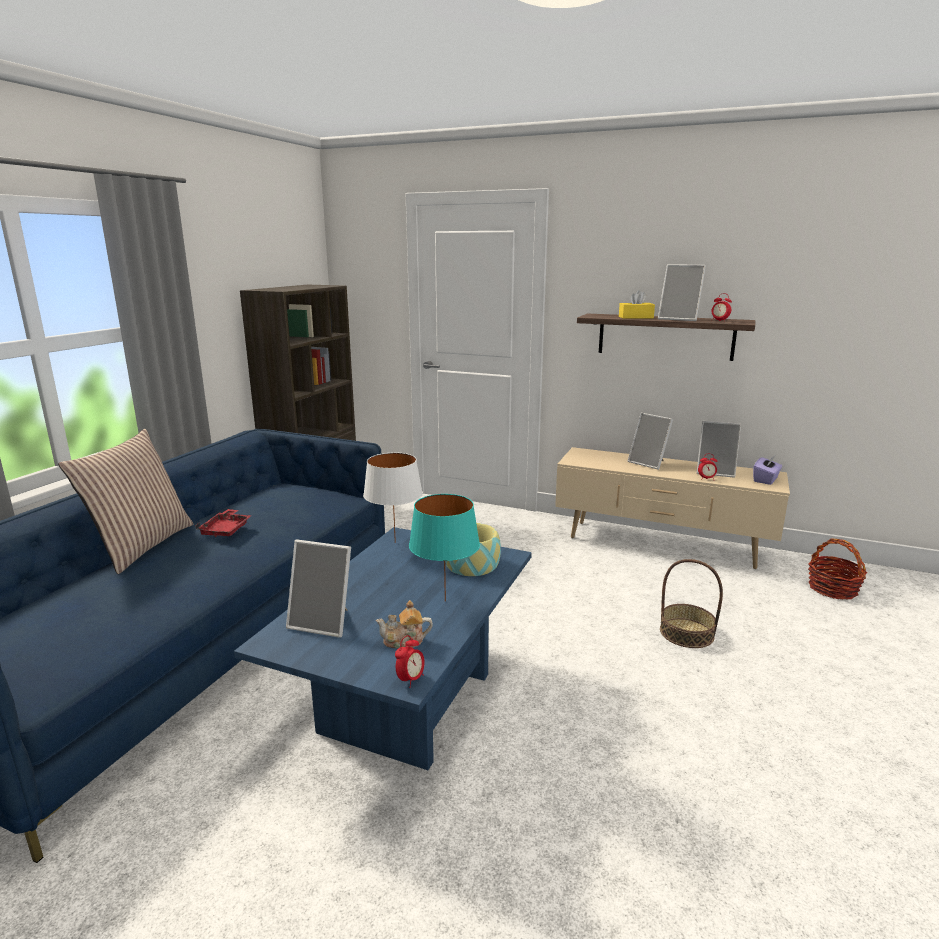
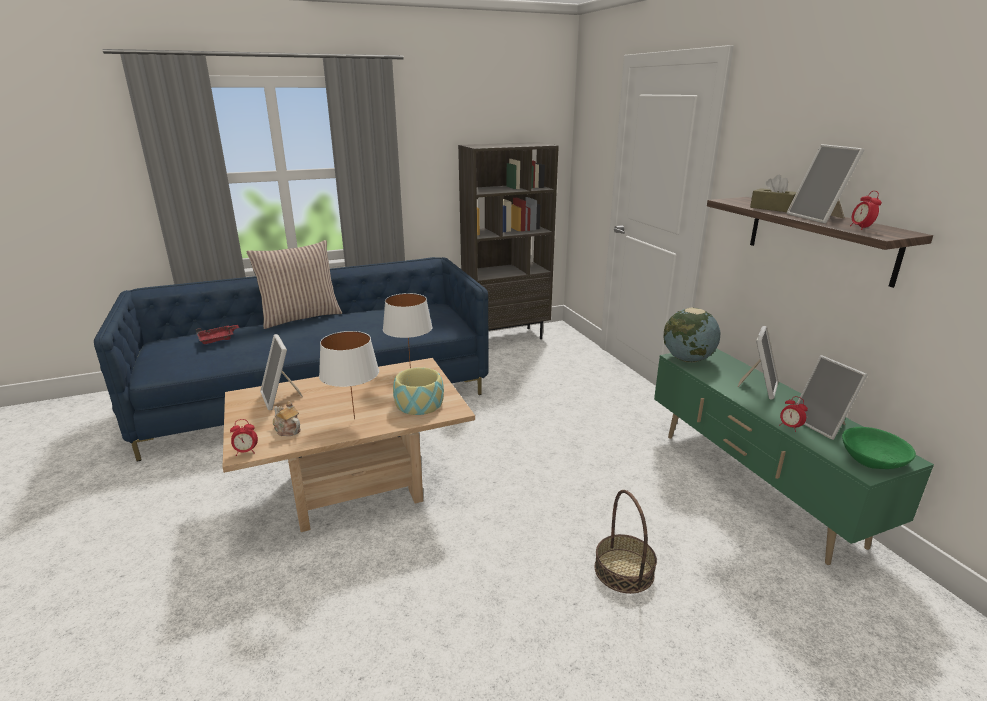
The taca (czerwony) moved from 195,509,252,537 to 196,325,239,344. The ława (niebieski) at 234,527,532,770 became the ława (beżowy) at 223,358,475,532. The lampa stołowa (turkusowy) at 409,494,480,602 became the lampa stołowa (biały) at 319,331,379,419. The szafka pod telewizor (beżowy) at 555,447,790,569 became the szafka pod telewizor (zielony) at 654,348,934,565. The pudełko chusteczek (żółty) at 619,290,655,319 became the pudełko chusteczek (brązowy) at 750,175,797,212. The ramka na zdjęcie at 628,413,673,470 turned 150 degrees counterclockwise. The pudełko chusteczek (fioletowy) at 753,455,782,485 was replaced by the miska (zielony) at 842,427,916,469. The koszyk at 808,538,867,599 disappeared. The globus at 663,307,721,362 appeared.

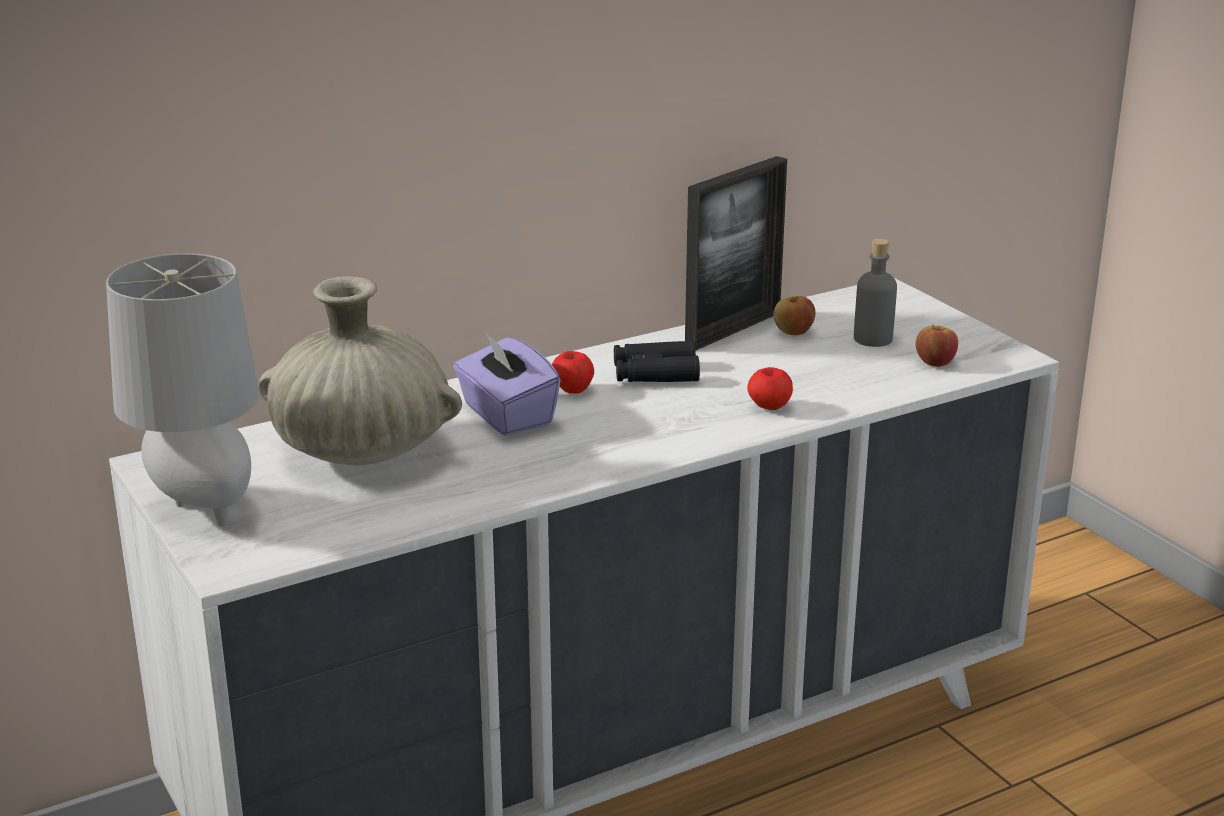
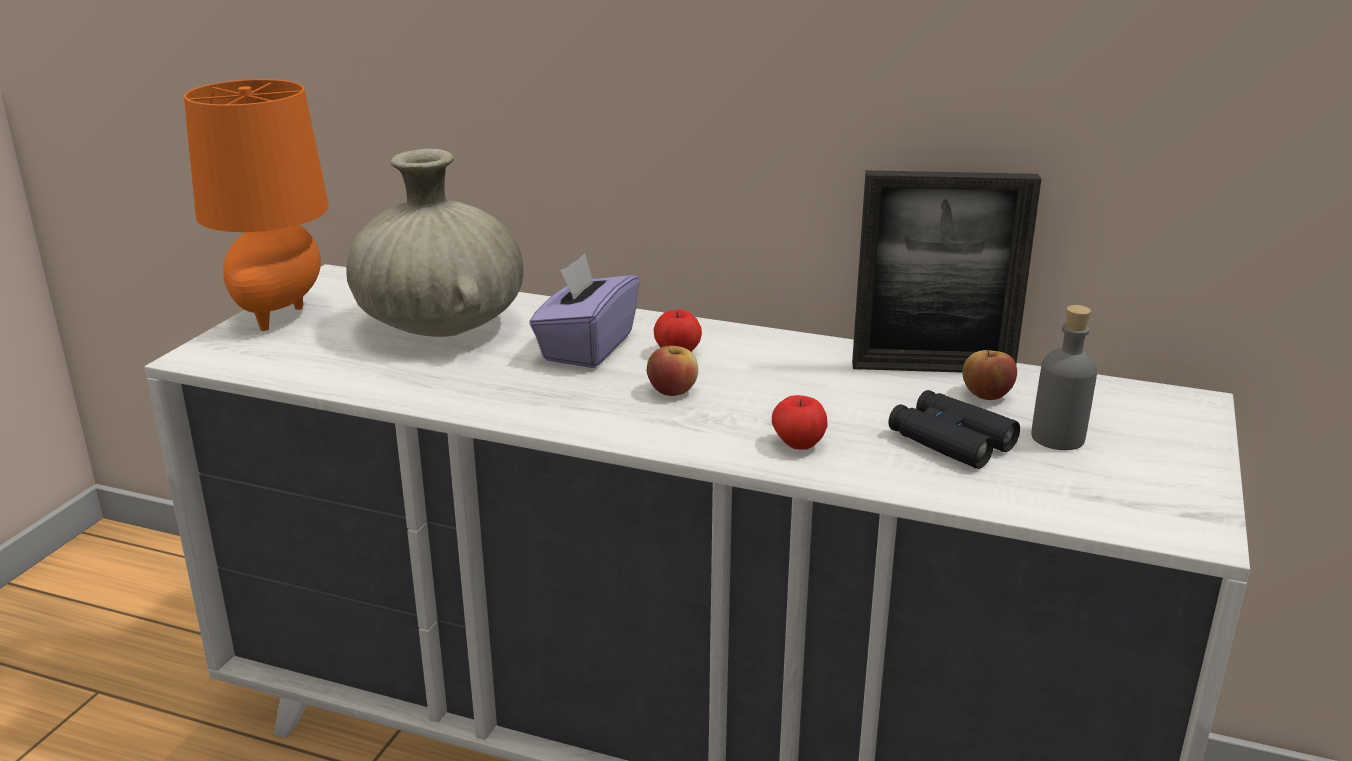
The lampa stołowa (szary) at 106,253,259,526 became the lampa stołowa (pomarańczowy) at 184,79,329,331. The lornetka (czarny) moved from 614,341,700,382 to 888,390,1020,469. The jabłko moved from 916,325,958,367 to 647,342,698,396.

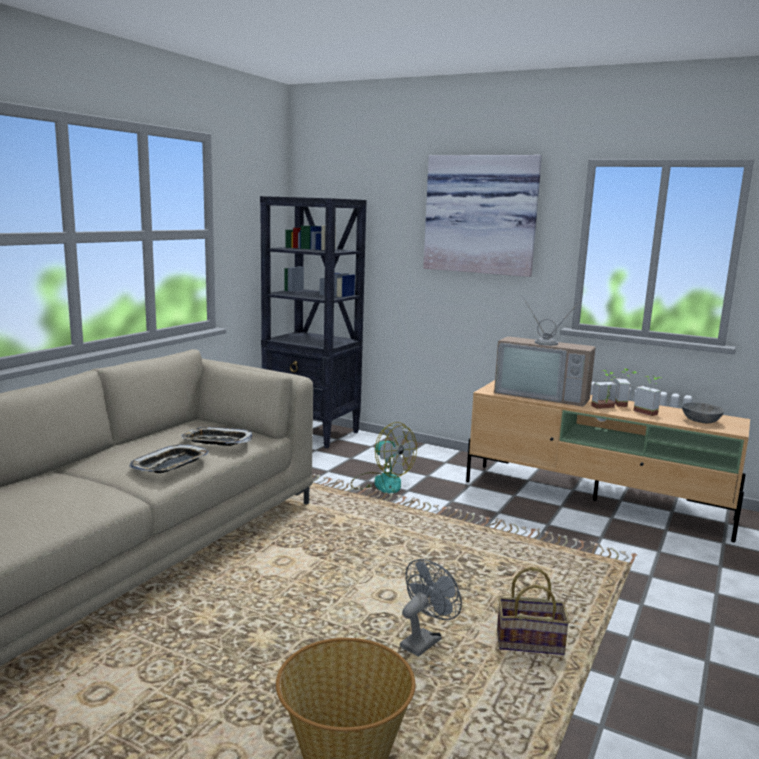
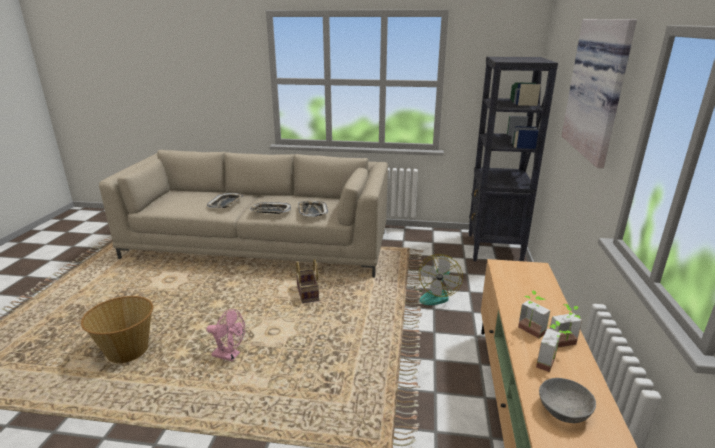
The wentylator (szary) at 400,559,462,657 became the wentylator (różowy) at 207,309,245,361. The telewizor at 494,296,596,406 disappeared. The koszyk moved from 497,567,570,655 to 296,259,319,303. The taca at 207,193,243,208 appeared.

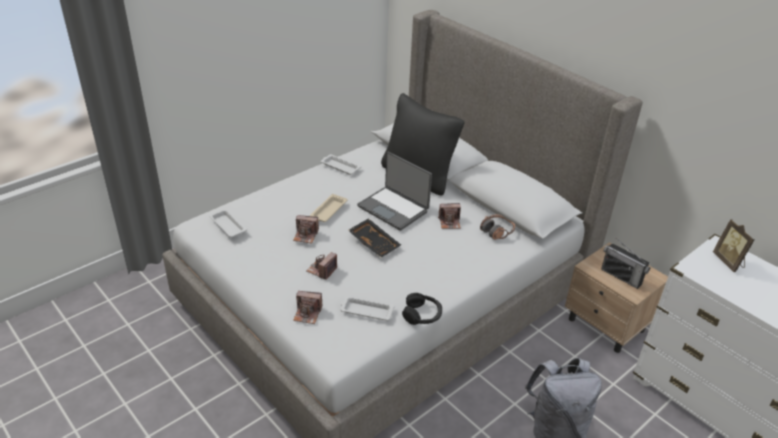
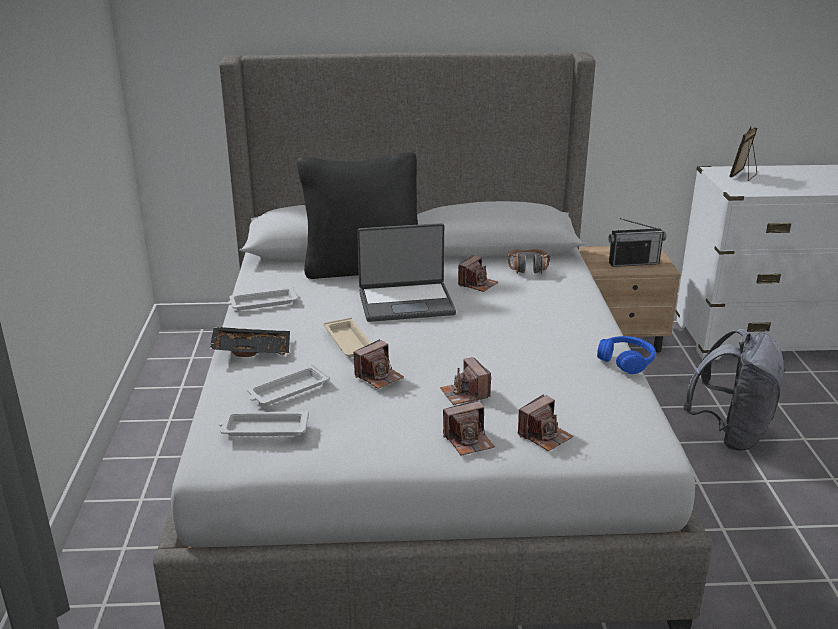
The taca (biały) moved from 340,296,395,321 to 247,364,330,405. The taca (czarny) moved from 348,218,401,258 to 210,327,290,357. The słuchawki (czarny) at 402,293,442,325 became the słuchawki (niebieski) at 597,336,656,374. The ramka na zdjęcie at 713,219,755,272 turned 105 degrees clockwise. The aparat fotograficzny at 443,400,495,456 appeared.

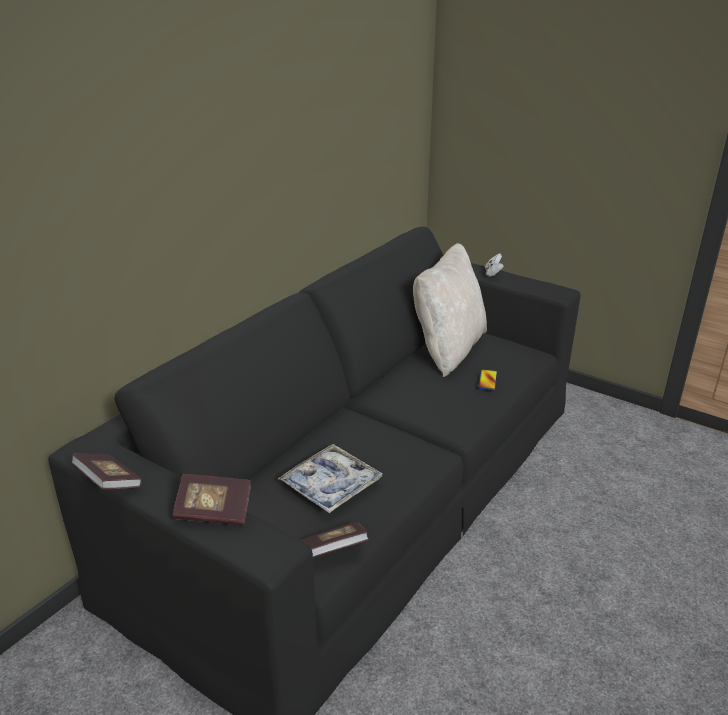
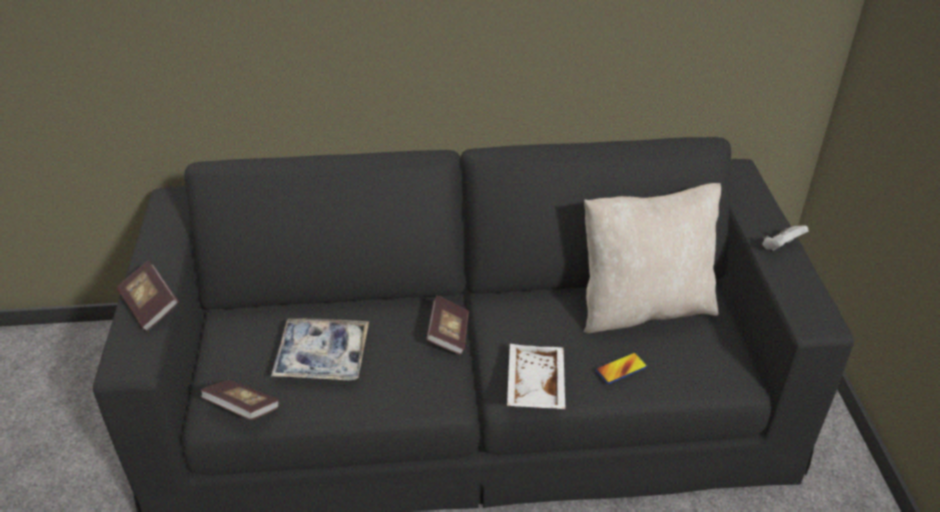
The książka moved from 71,454,142,489 to 426,295,469,355. The taca (biały) at 507,344,565,409 appeared.

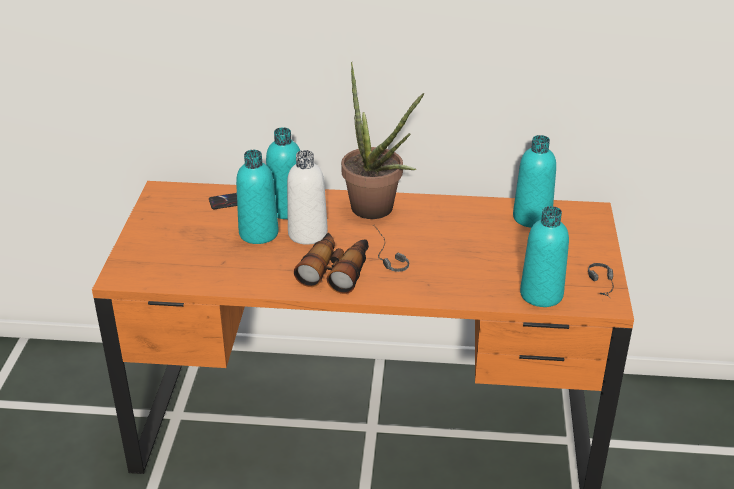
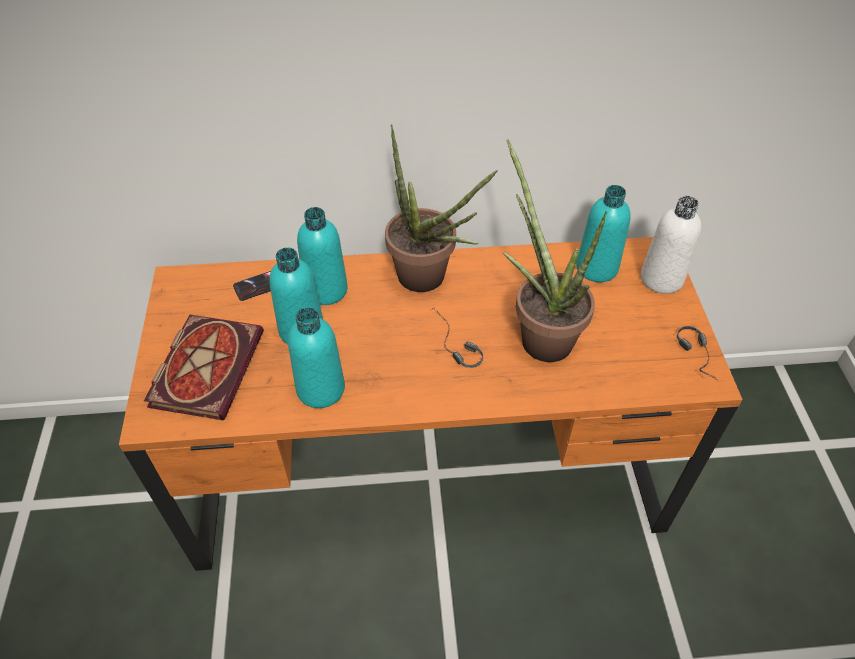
The butelka (biały) moved from 287,150,328,245 to 641,196,701,294. The lornetka at 294,233,369,294 disappeared. The butelka (turkusowy) moved from 520,206,569,307 to 288,307,345,408. The książka at 144,314,264,420 appeared. The roślina doniczkowa at 503,140,607,362 appeared.

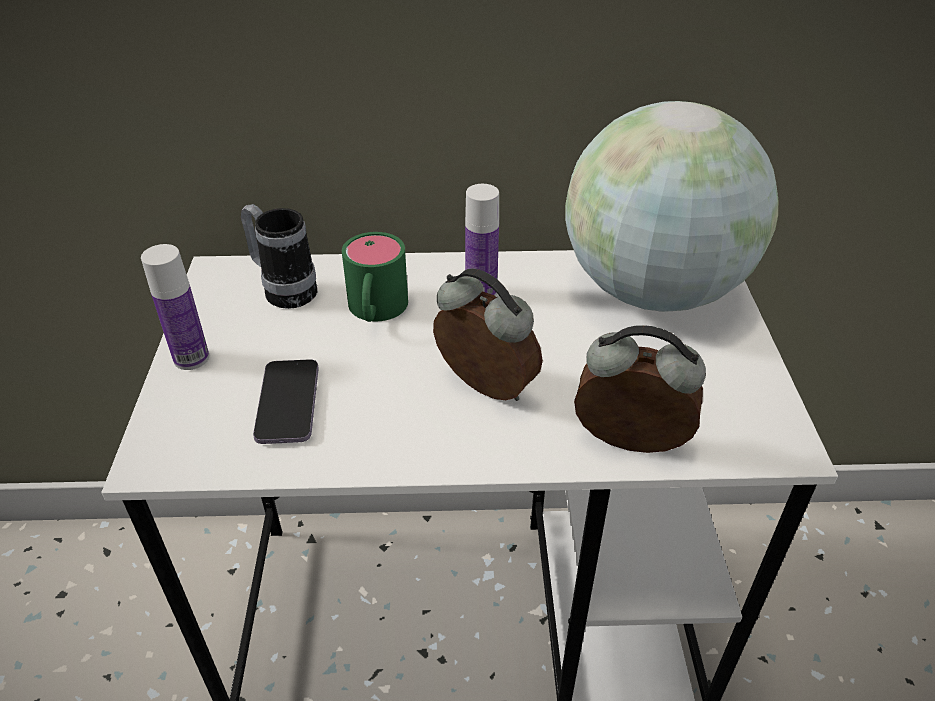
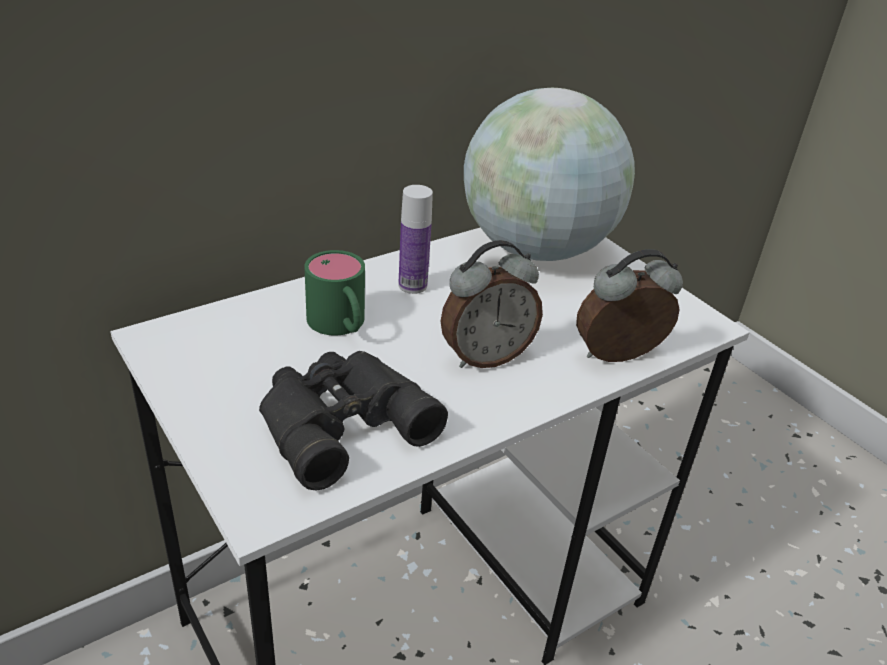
The butelka at 141,244,209,370 disappeared. The kubek at 241,204,317,309 disappeared. The telefon at 253,359,319,444 was replaced by the lornetka (czarny) at 259,351,448,491. The budzik at 433,268,543,401 turned 150 degrees clockwise.

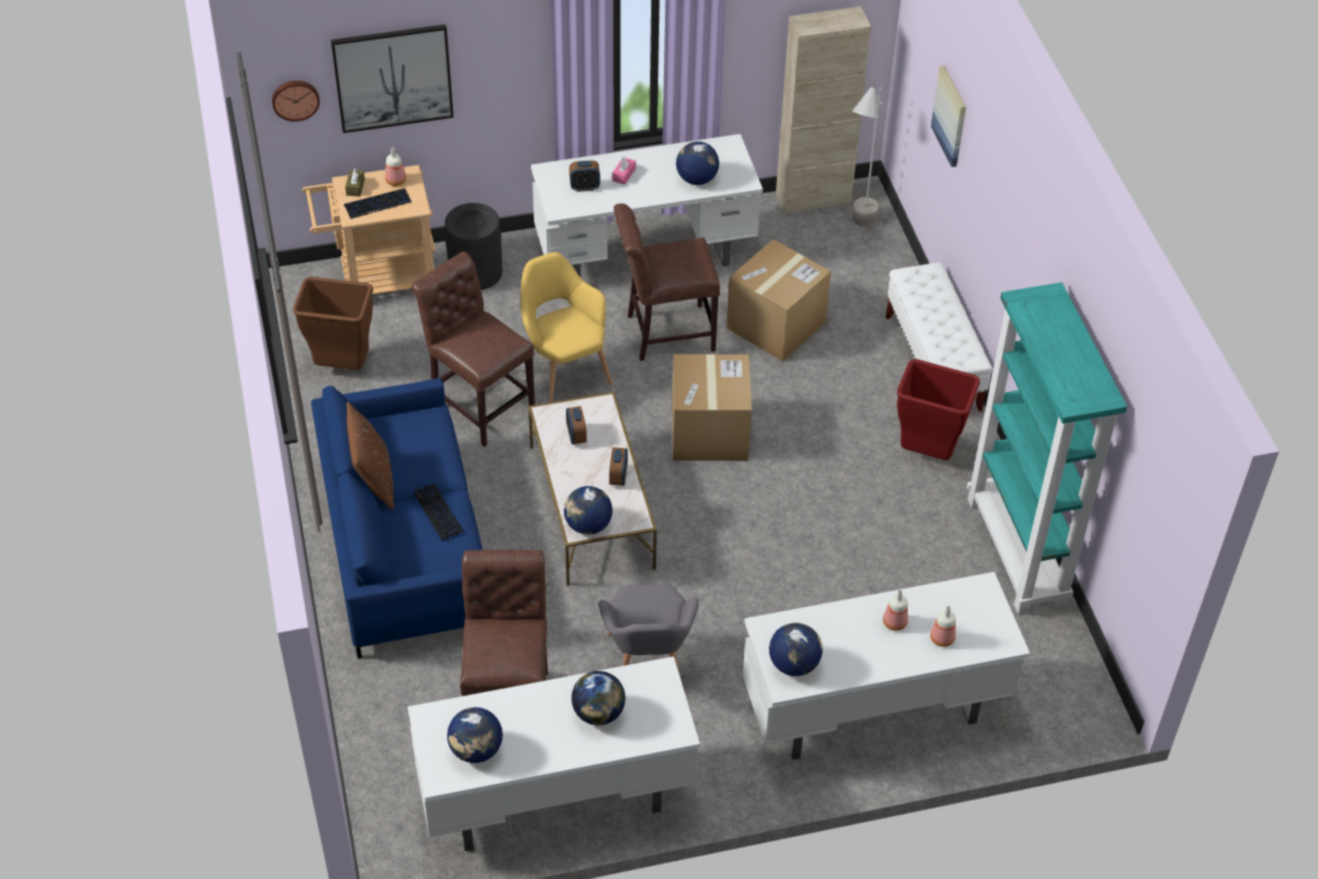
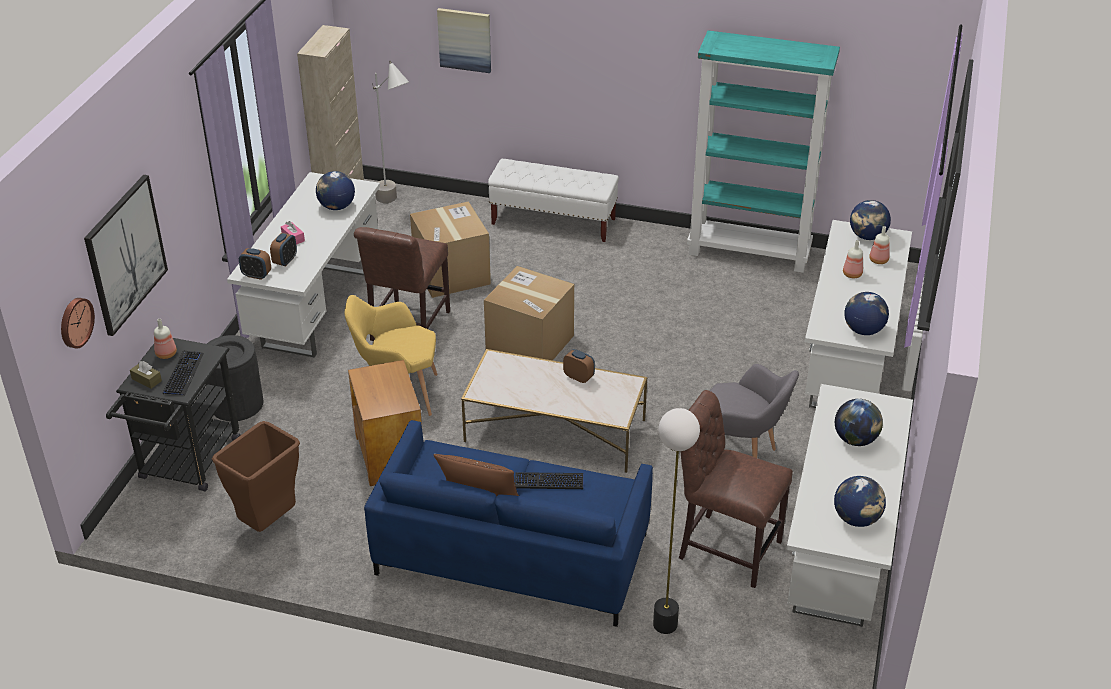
The wózek (beżowy) at 302,165,435,295 became the wózek (czarny) at 106,338,241,492. The krzesło (brązowy) at 411,252,535,447 was replaced by the stolik (brązowy) at 348,360,422,486. The globus moved from 564,486,613,535 to 850,200,891,240. The budzik moved from 566,406,587,445 to 239,248,271,280. The kosz na śmieci (czerwony) at 897,359,980,460 disappeared. The lampa stojąca at 653,408,700,634 appeared.

